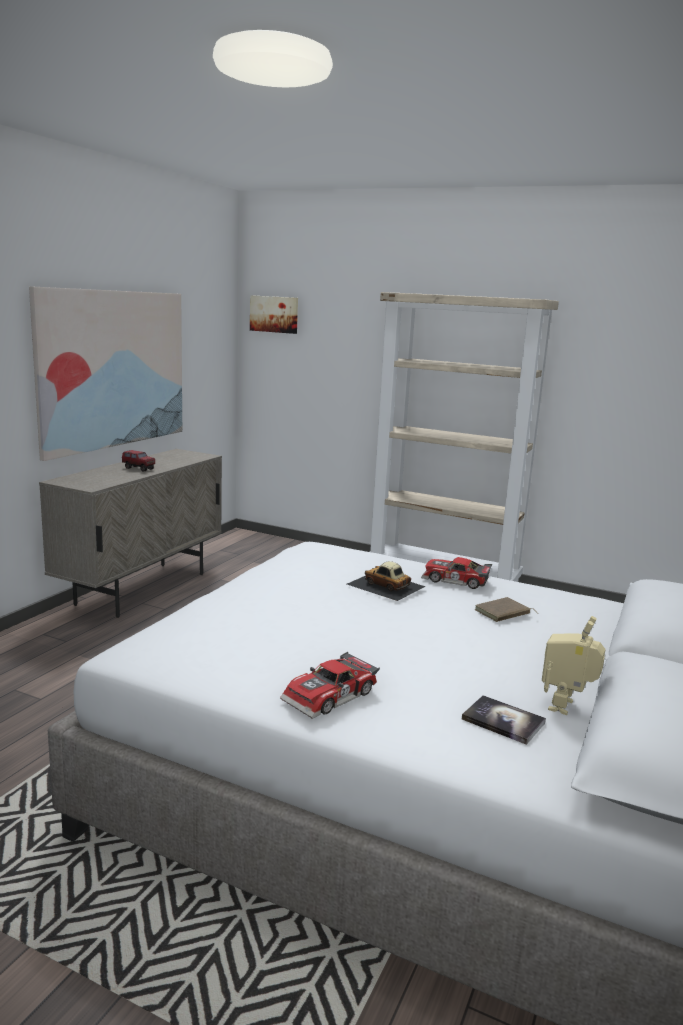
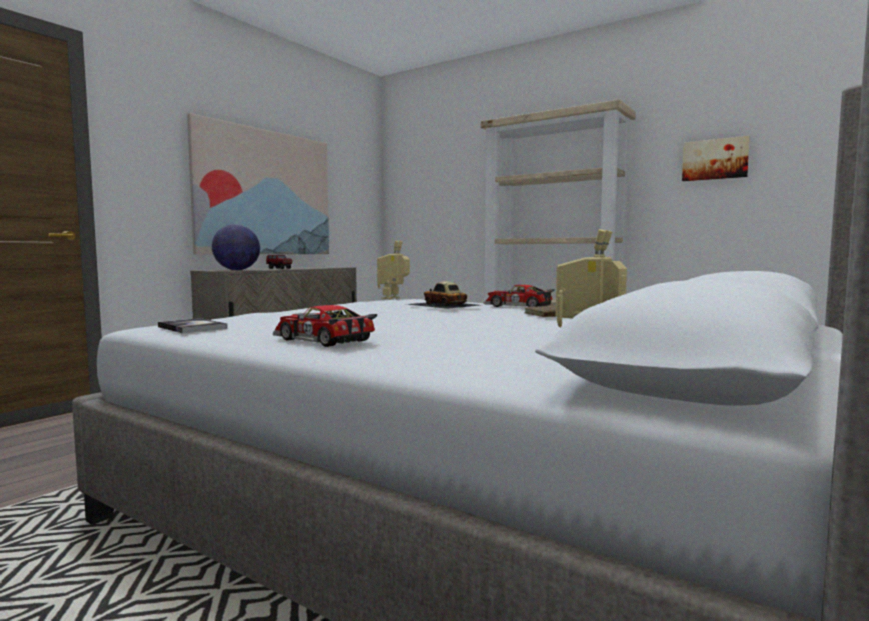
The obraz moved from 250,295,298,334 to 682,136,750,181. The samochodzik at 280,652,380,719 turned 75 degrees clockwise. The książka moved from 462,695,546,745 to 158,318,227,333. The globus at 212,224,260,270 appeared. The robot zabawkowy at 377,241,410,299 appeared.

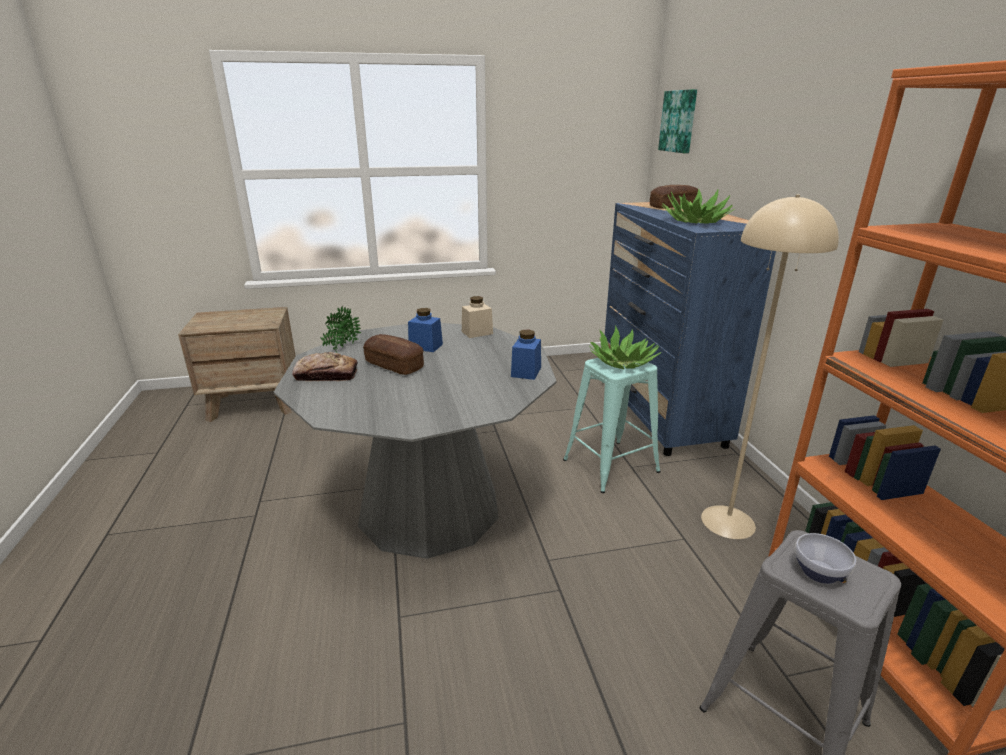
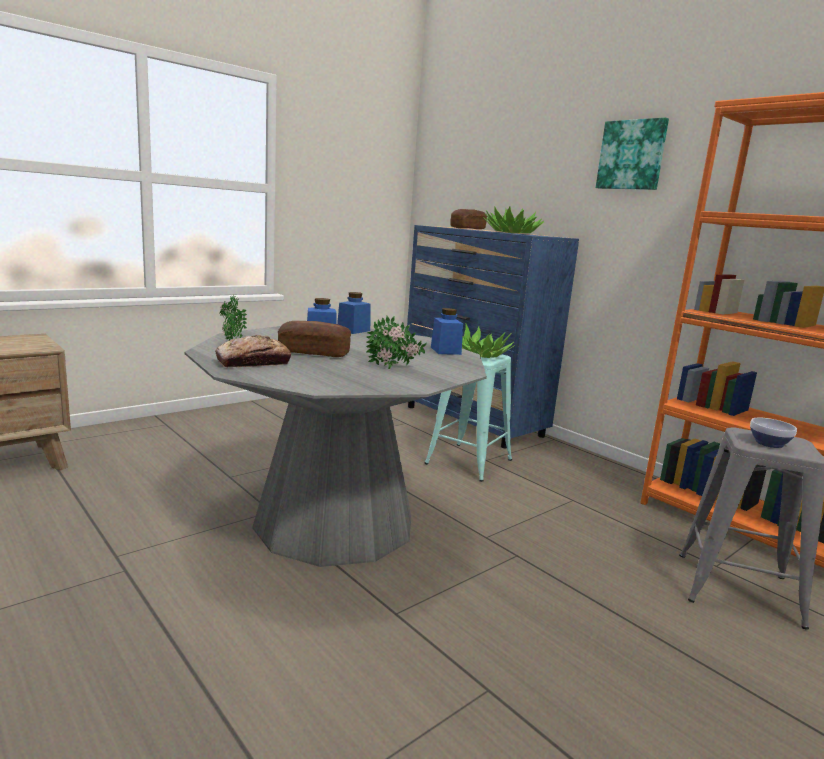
The słoik (beżowy) at 462,296,493,338 became the słoik (niebieski) at 337,292,371,334. The obraz moved from 658,89,697,153 to 596,117,669,190. The lampa stojąca (beżowy) at 701,194,839,539 disappeared. The roślina doniczkowa at 366,316,427,369 appeared.

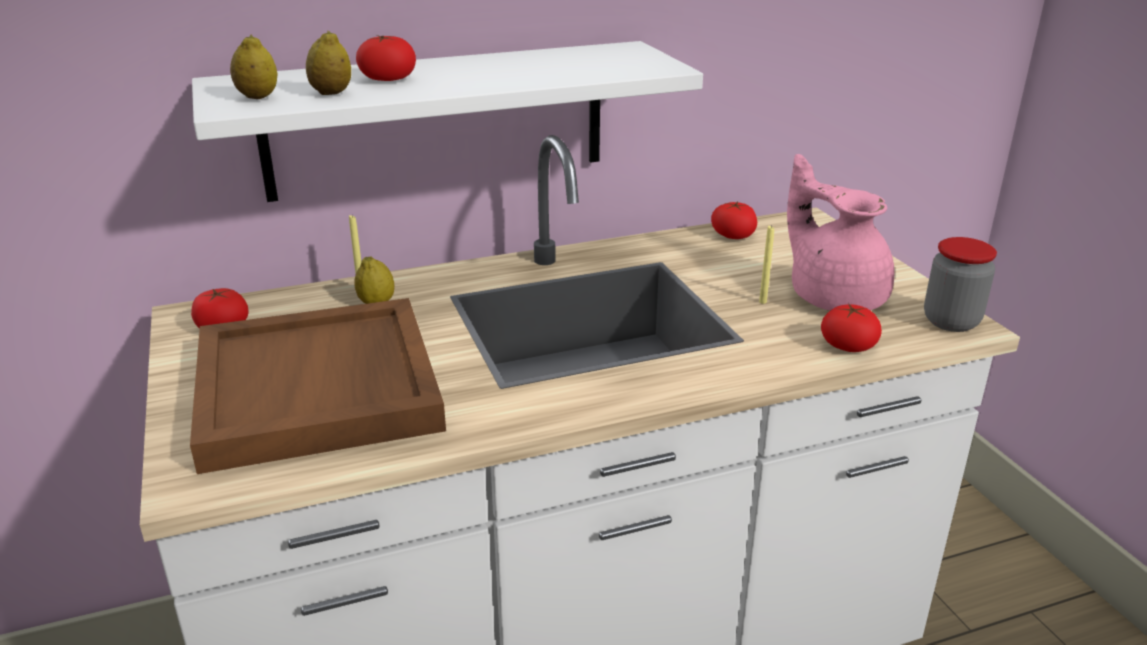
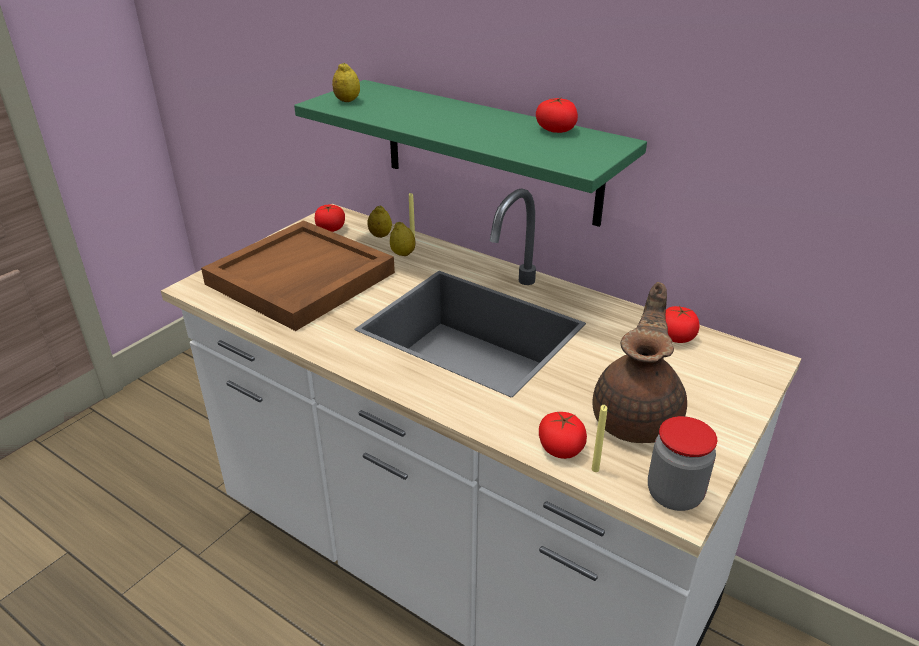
The półka (biały) at 192,41,703,202 became the półka (zielony) at 294,80,647,227. The cytryna moved from 306,31,351,95 to 367,205,392,238. The pomidor moved from 356,35,416,81 to 536,98,578,133. The świeca (żółty) moved from 759,225,774,304 to 592,405,607,472. The imbryk (różowy) at 787,154,894,311 became the imbryk (brązowy) at 593,282,687,443.

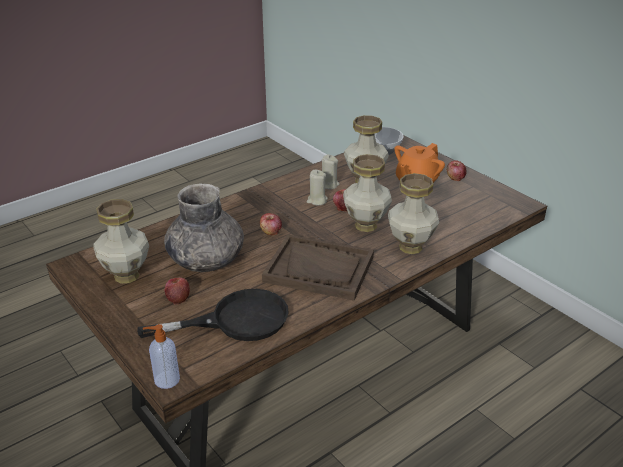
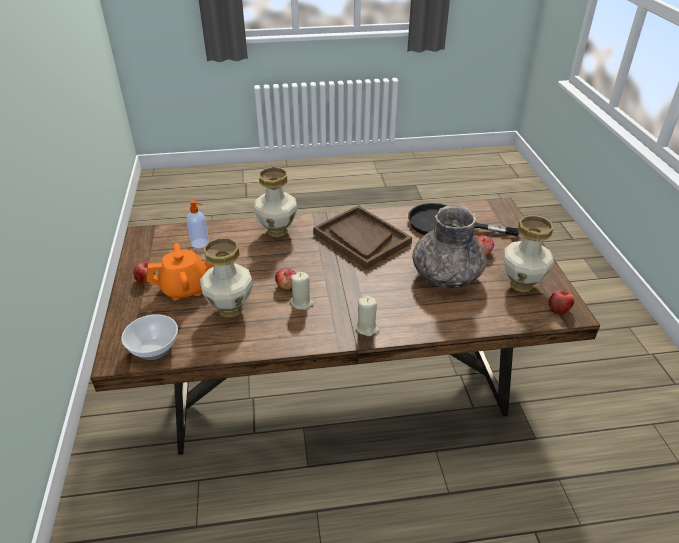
The dozownik mydła moved from 143,324,180,389 to 187,200,209,248. The jabłko moved from 260,213,282,235 to 549,290,574,315. The świeca (beżowy) moved from 322,154,340,189 to 355,296,379,336. The wazon at 343,154,392,232 disappeared.

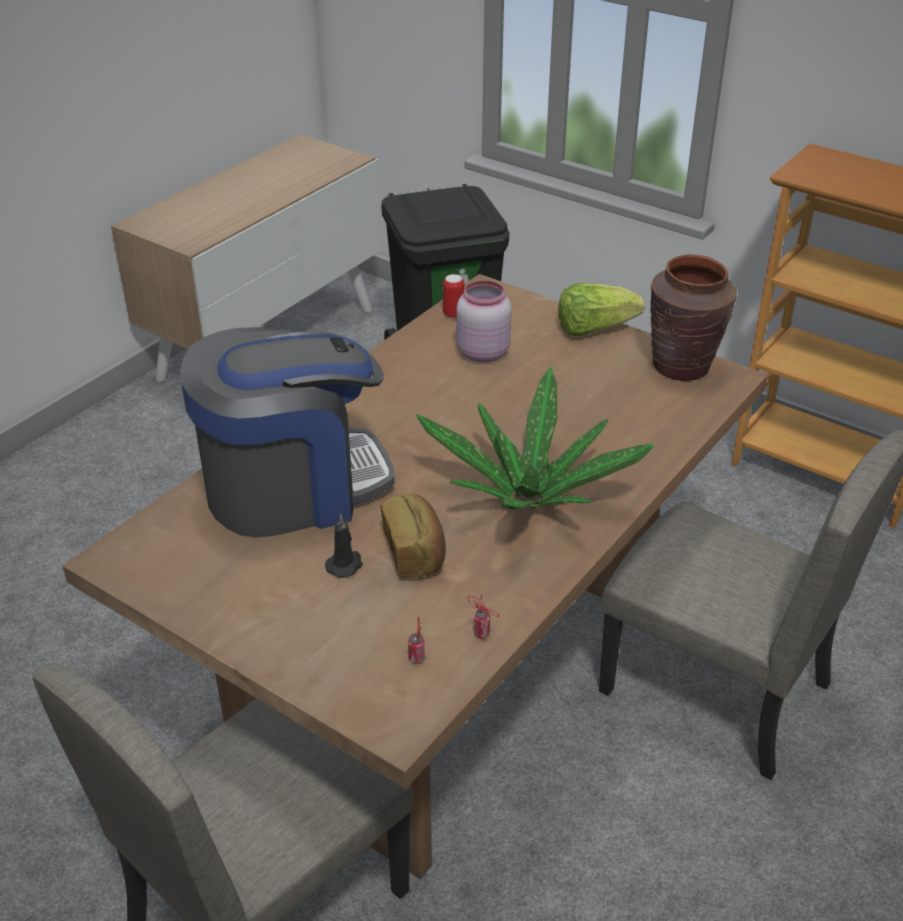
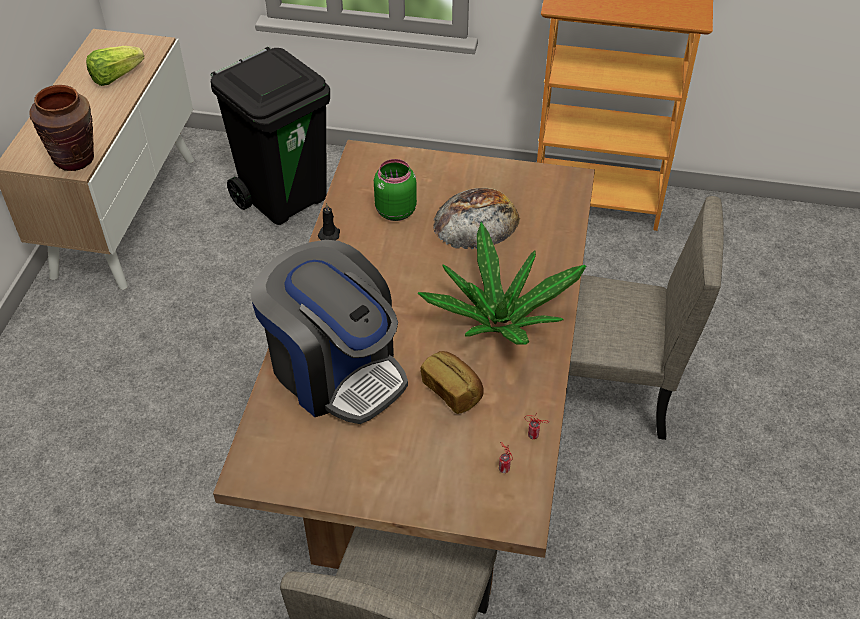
The ekspres do kawy at 180,327,395,538 turned 90 degrees clockwise. The świeca (czarny) moved from 325,514,363,578 to 318,203,340,240. The puszka at 443,274,464,318 disappeared. The słoik (różowy) at 456,280,512,363 became the słoik (zielony) at 374,159,417,221. The sałata moved from 558,283,645,336 to 86,46,145,86. The wazon (brązowy) moved from 650,255,737,381 to 29,85,94,171. The chleb at 433,188,520,249 appeared.

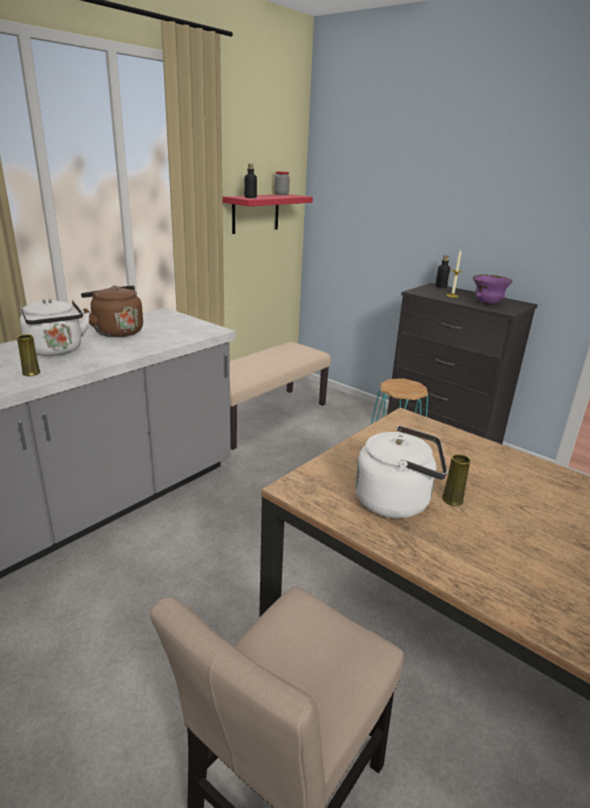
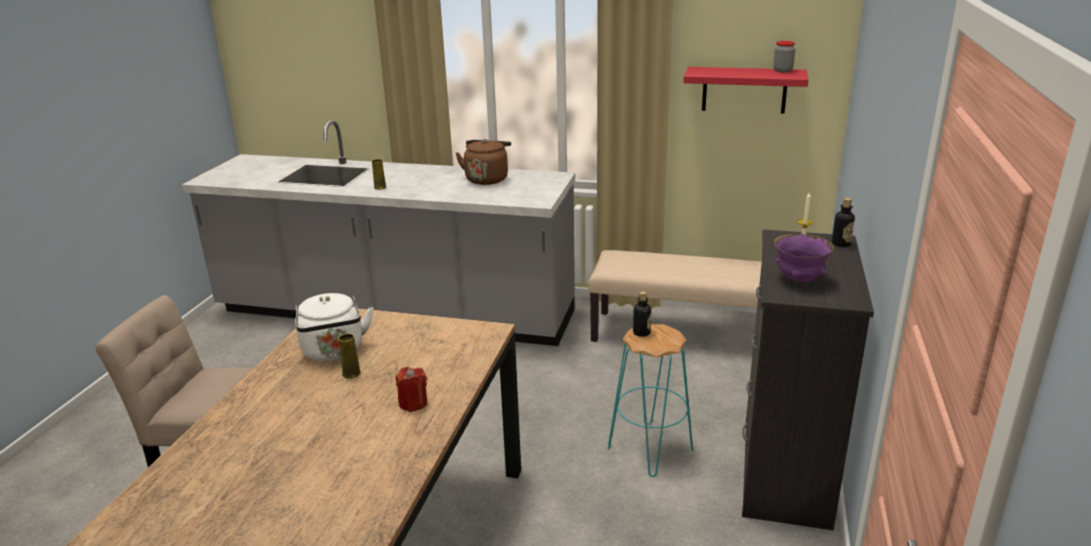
The czajnik (biały) at 20,299,90,356 disappeared. The butelka moved from 244,164,257,198 to 633,291,651,337. The świeca (czerwony) at 396,367,427,412 appeared.

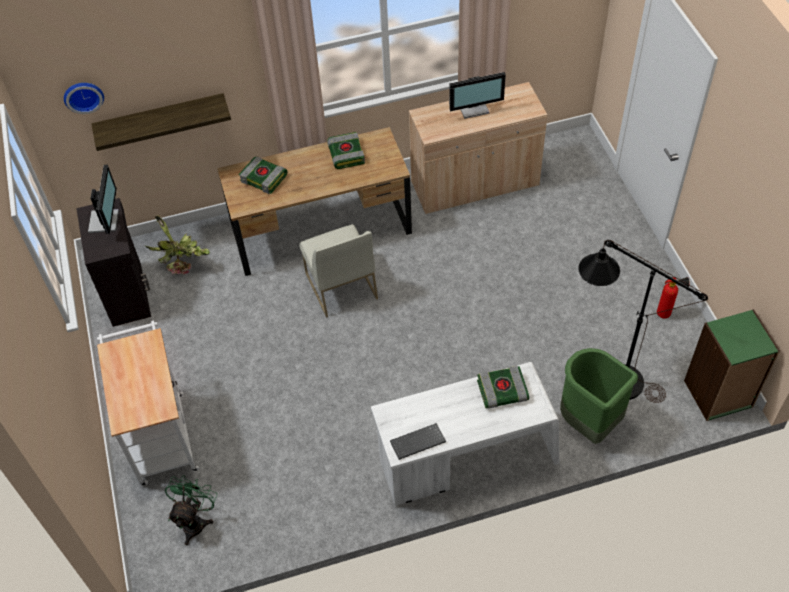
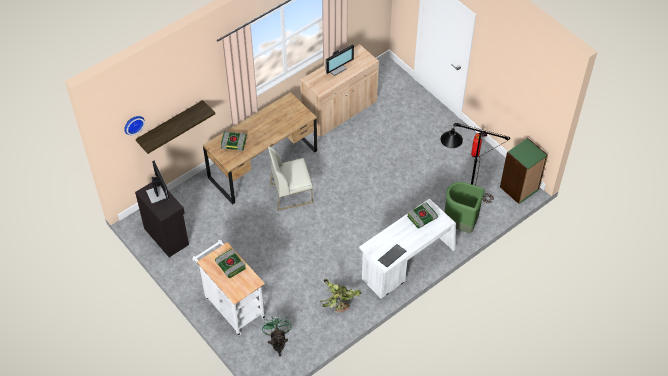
The roślina doniczkowa moved from 145,215,210,275 to 321,279,362,313. The krzesło (biały) at 299,224,378,318 turned 120 degrees clockwise. The książka moved from 327,132,365,169 to 215,249,246,278.

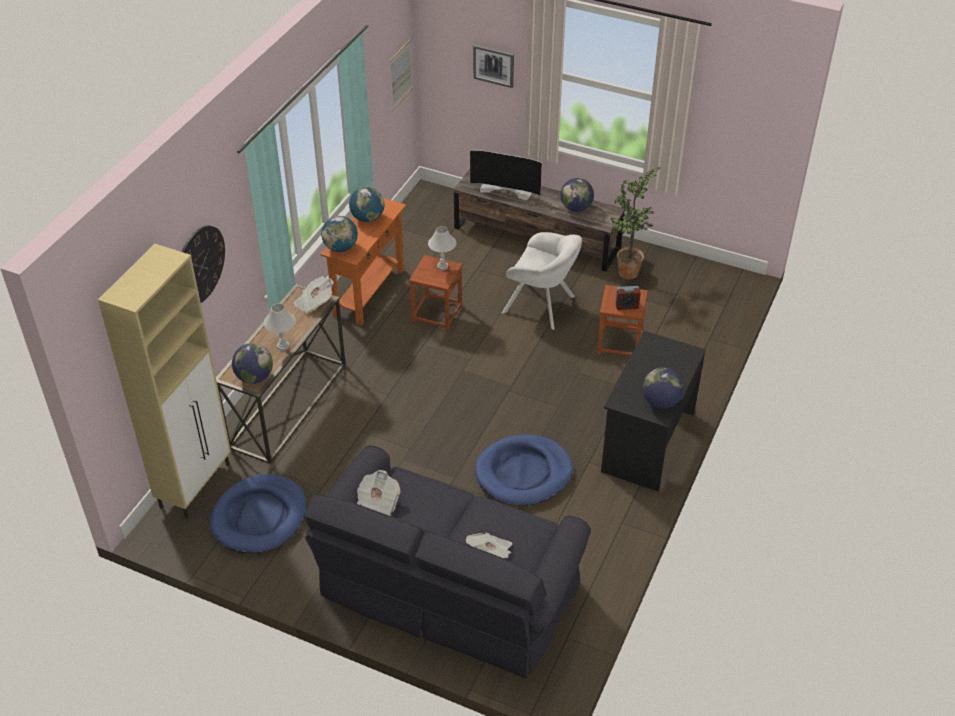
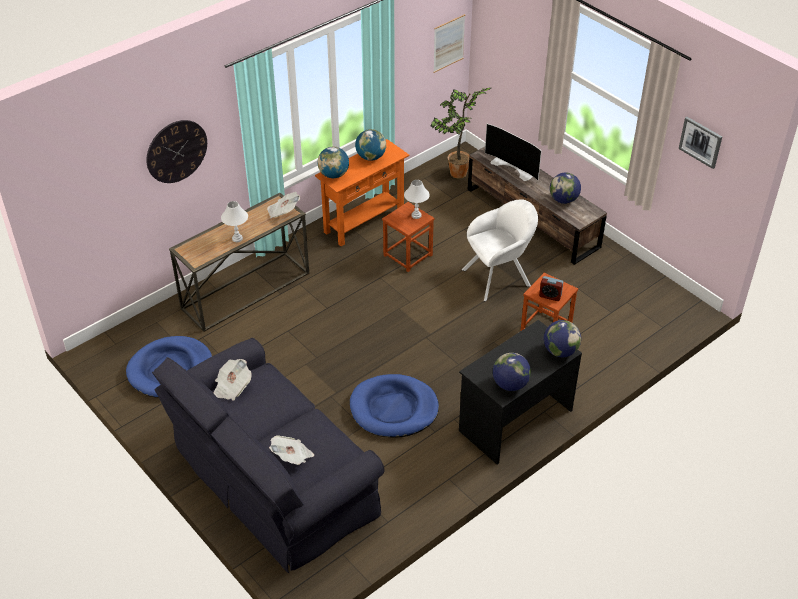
The szafka (beżowy) at 98,244,231,519 disappeared. The globus moved from 232,343,273,384 to 544,320,581,357. The obraz moved from 473,45,514,88 to 679,117,722,169. The fotel (biały) at 502,232,582,330 turned 75 degrees counterclockwise. The roślina doniczkowa moved from 611,167,660,279 to 431,88,491,179.

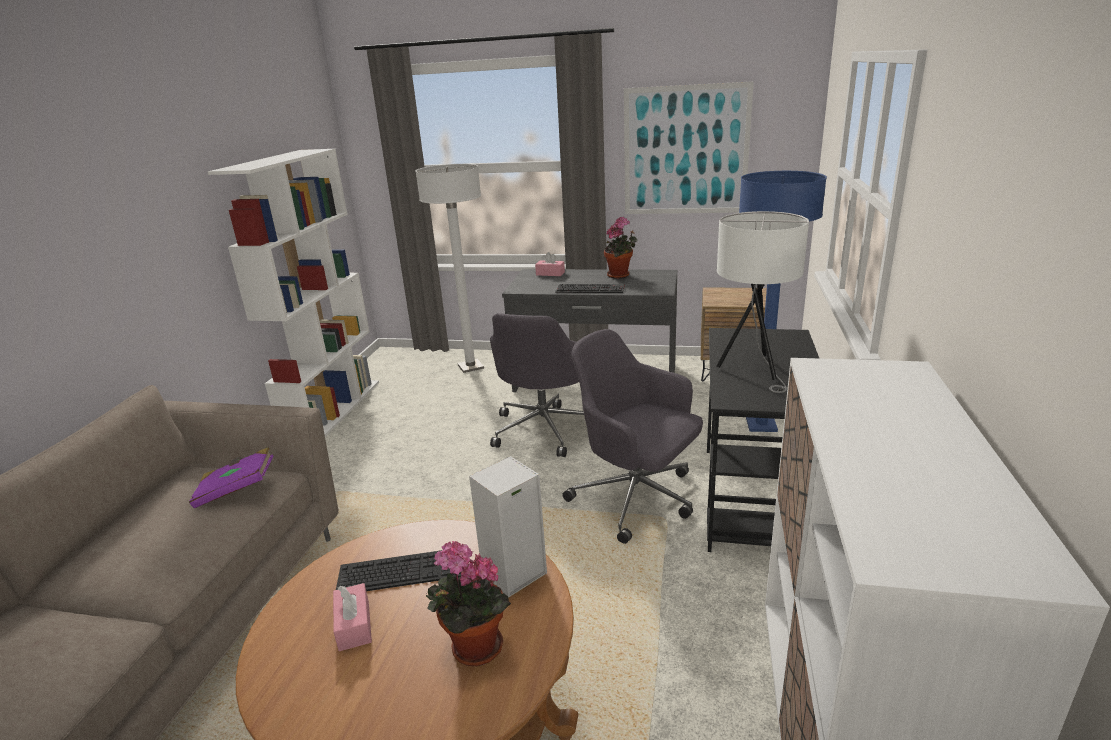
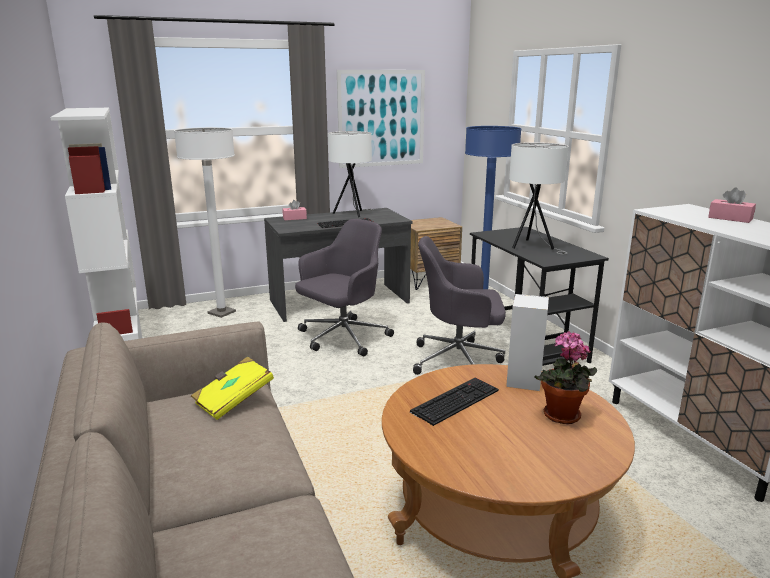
The książka (fioletowy) at 189,447,273,508 became the książka (żółty) at 191,357,274,420. The pudełko chusteczek (różowy) moved from 333,583,372,651 to 708,187,756,223. The krzesło biurowe (szary) at 490,313,584,457 turned 120 degrees counterclockwise. The roślina doniczkowa at 604,217,638,279 was replaced by the lampa stołowa (biały) at 328,131,374,217.

